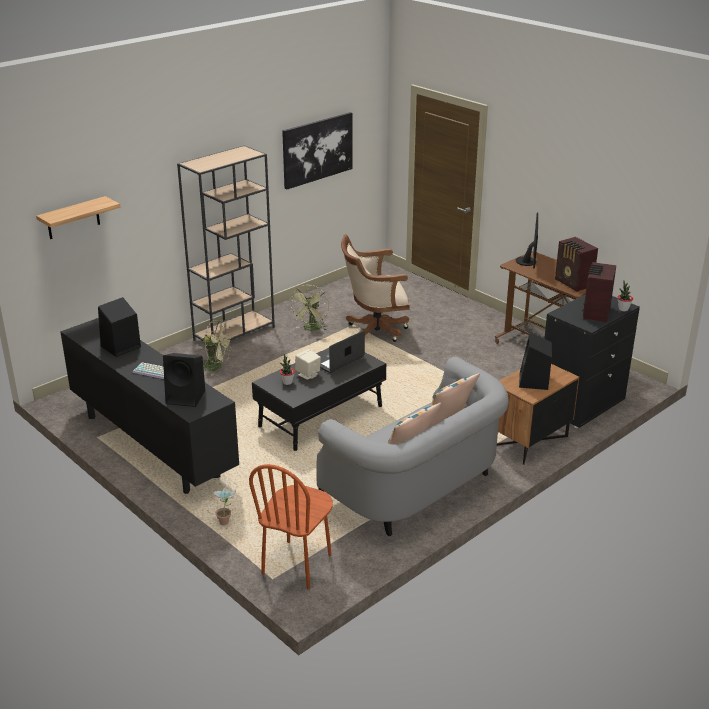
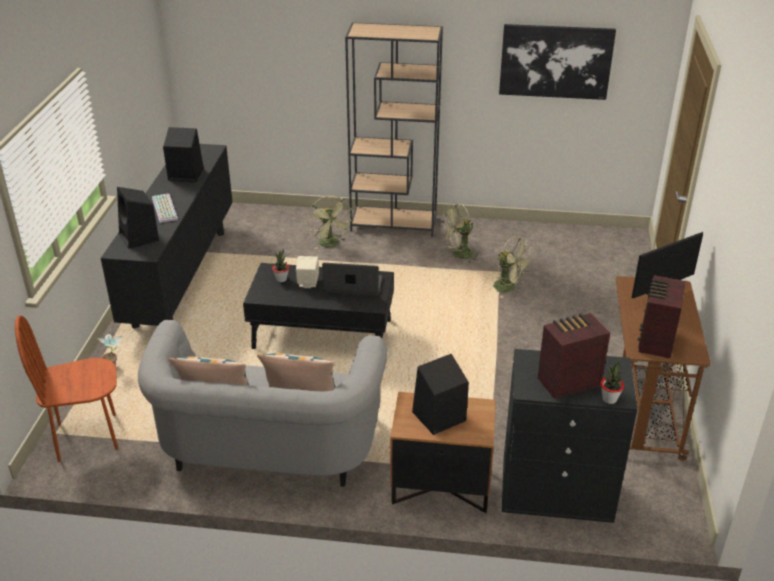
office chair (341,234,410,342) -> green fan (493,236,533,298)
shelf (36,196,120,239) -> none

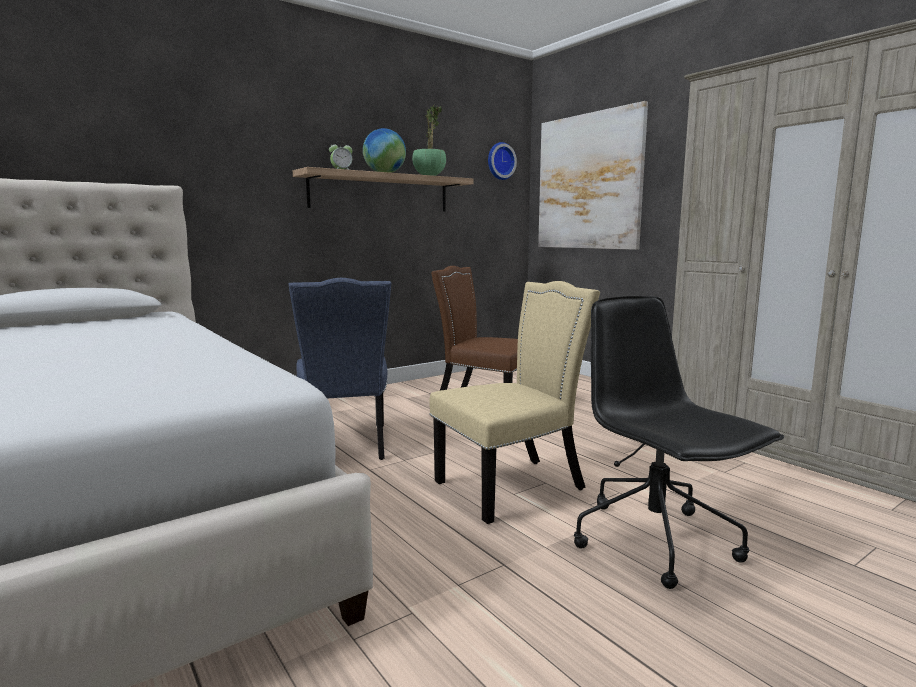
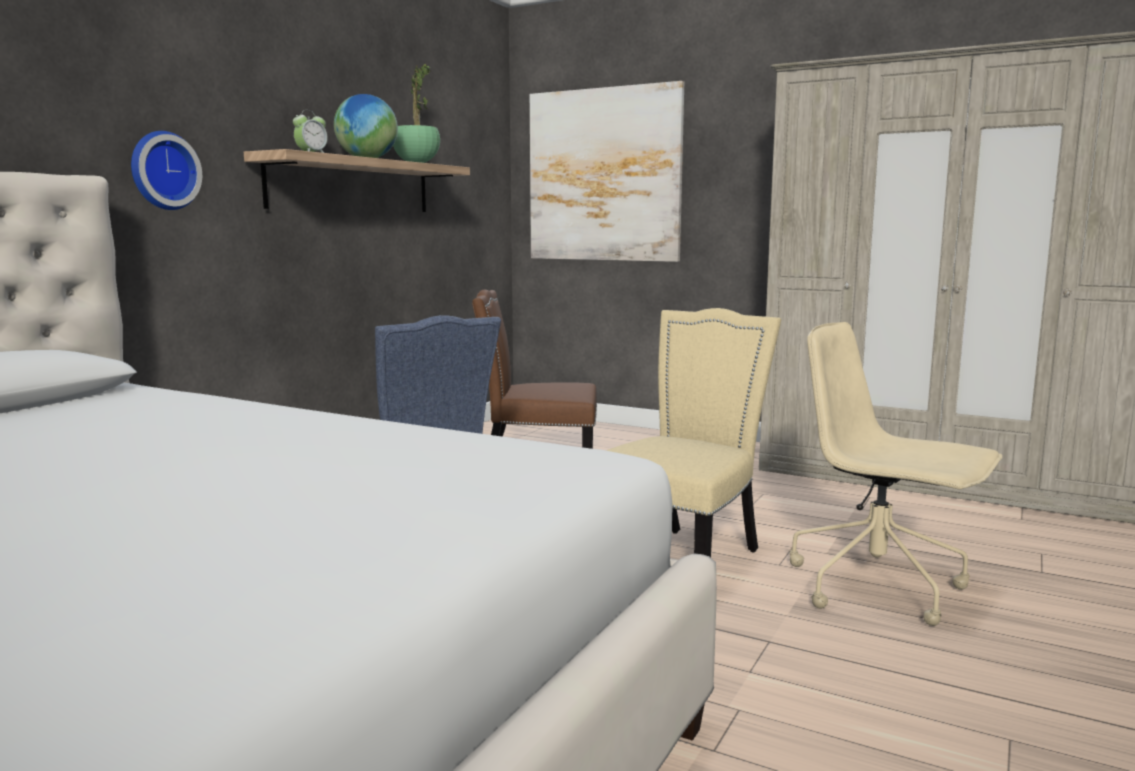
wall clock (488,142,517,180) -> wall clock (131,131,202,210), moved
black office chair (574,296,784,589) -> beige office chair (789,322,1002,626)

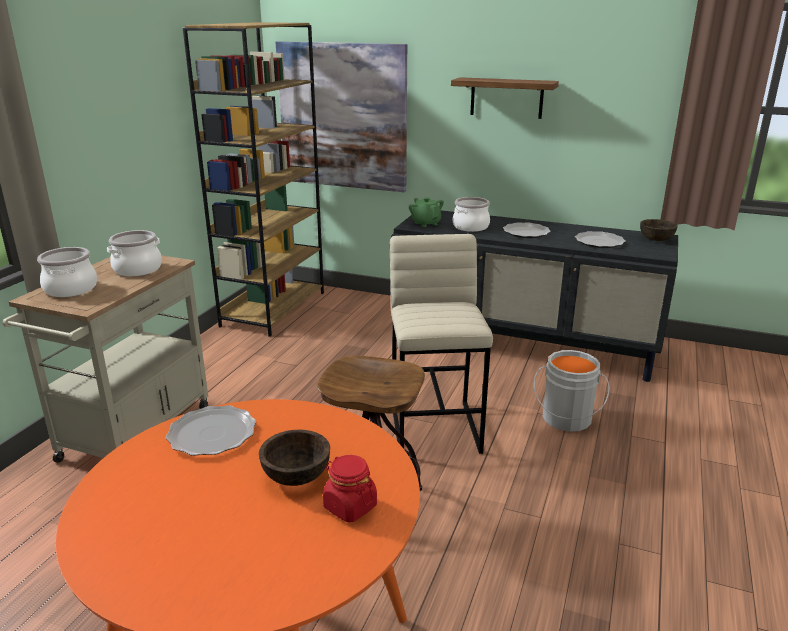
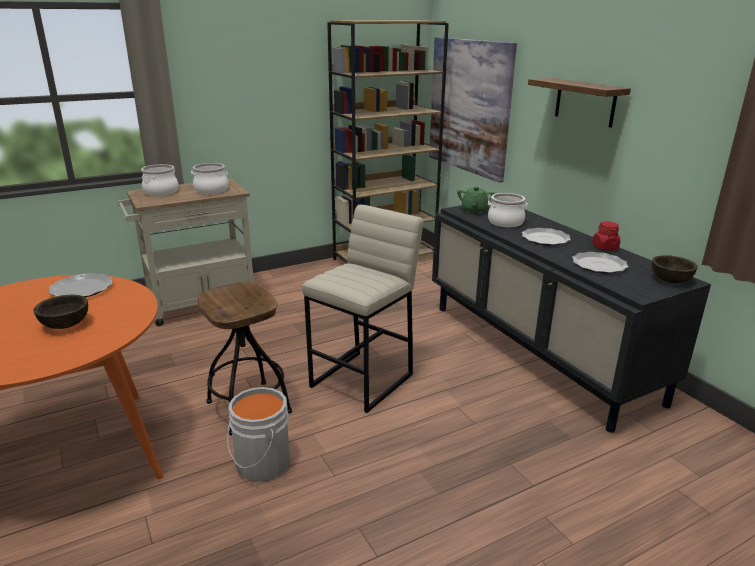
grey bucket (534,350,609,432) -> grey bucket (227,387,290,481), moved
red jar (323,455,377,522) -> red jar (592,221,620,250), moved

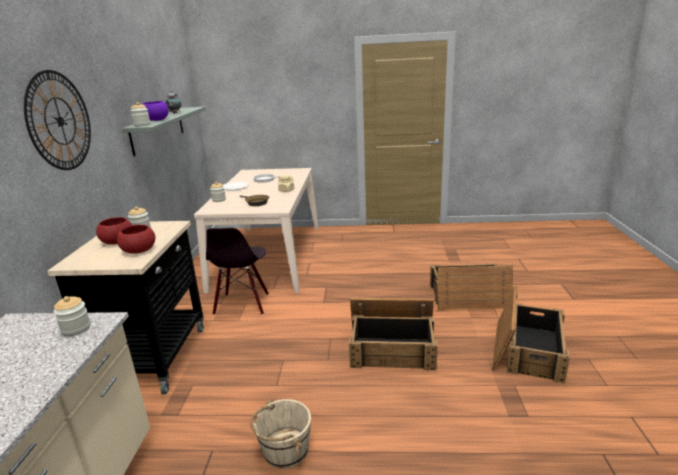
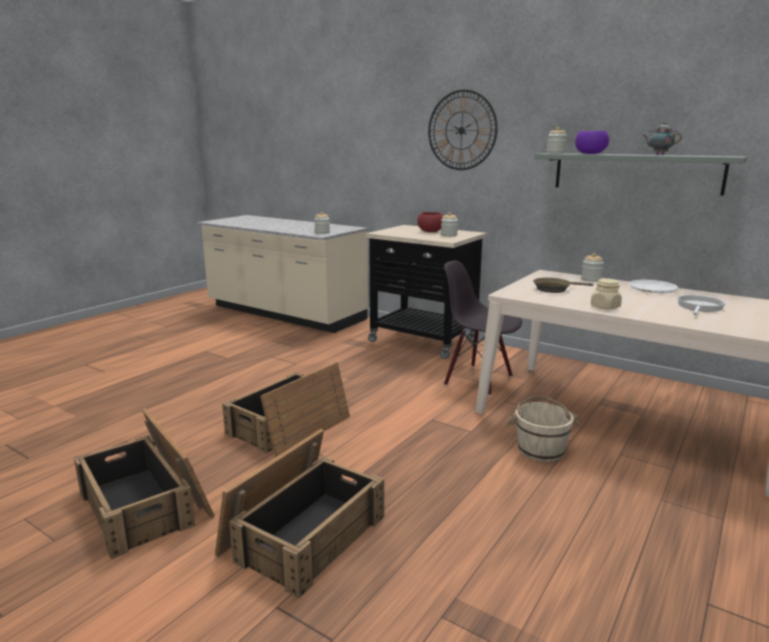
beige bucket (250,399,311,469) -> beige bucket (507,395,581,462), moved
red bowl (117,224,155,254) -> none

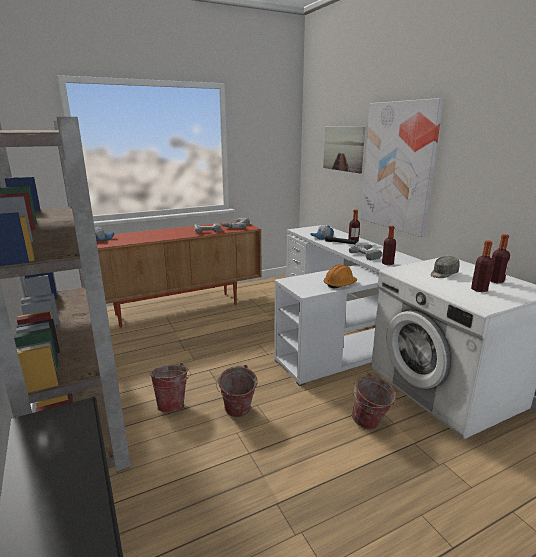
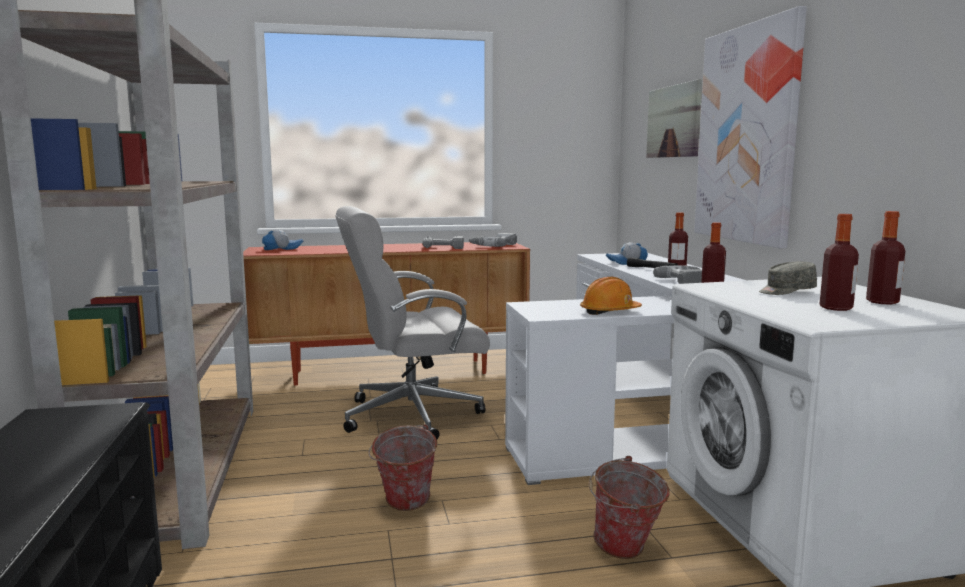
none -> grey office chair (335,206,490,439)
bucket (150,363,191,413) -> none

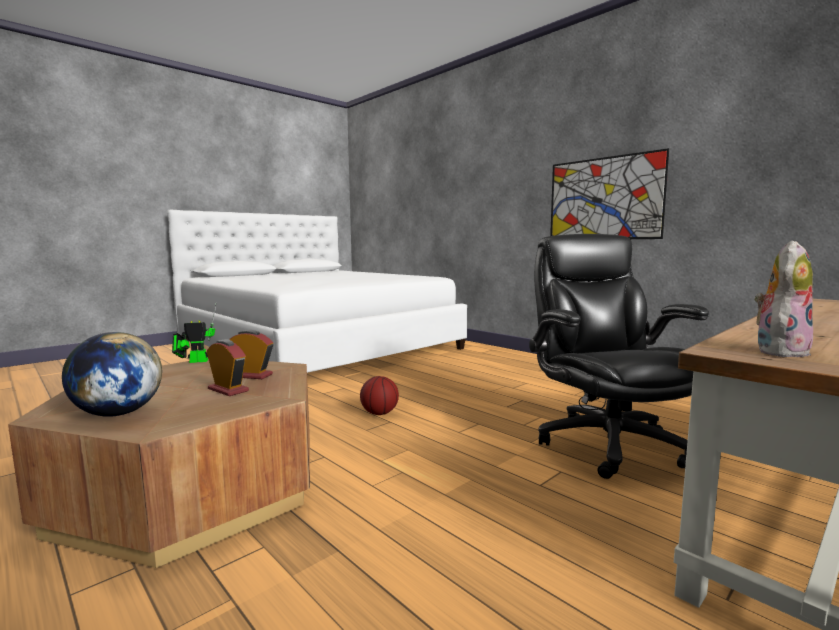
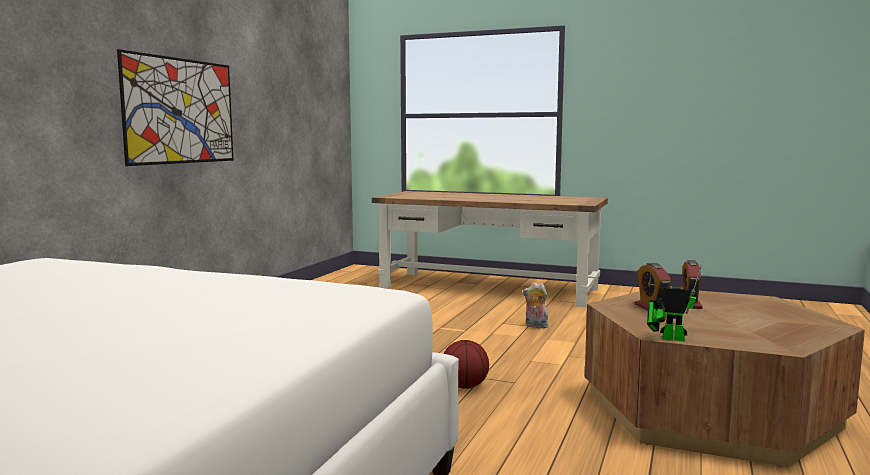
plush toy (754,240,813,357) -> plush toy (523,283,550,328), moved
toy robot (172,302,217,363) -> toy robot (647,263,702,342), 150 degrees clockwise
globe (62,332,162,417) -> none
black office chair (529,234,709,479) -> none

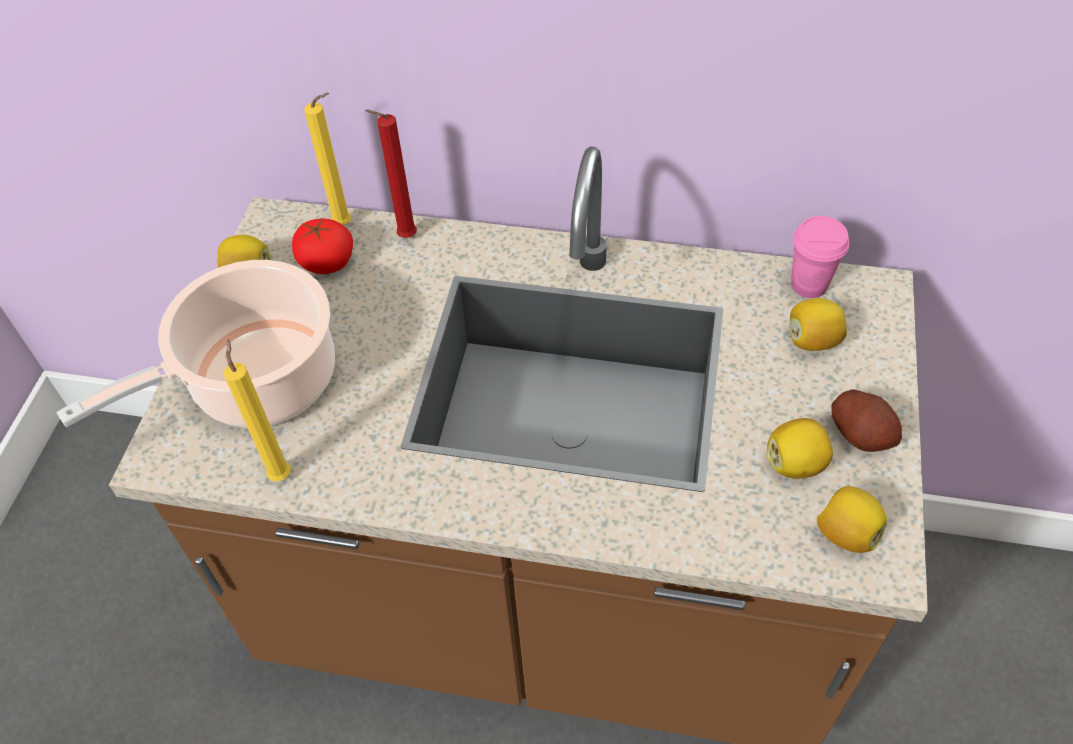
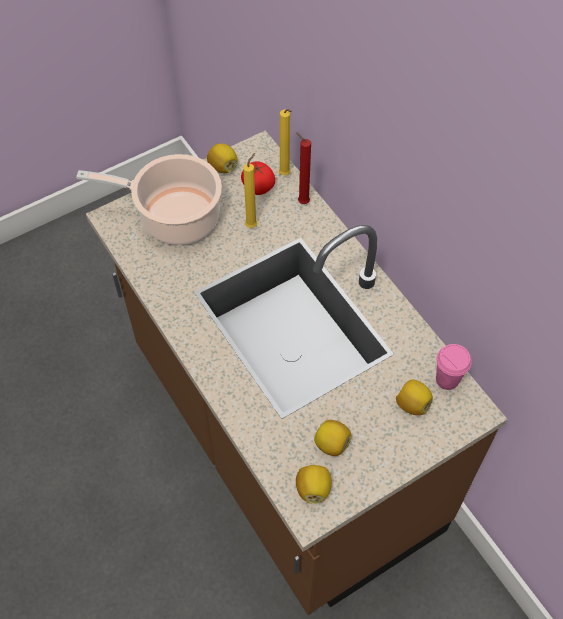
yellow candle (224,339,291,482) -> yellow candle (243,153,257,228), moved
potato (832,389,902,452) -> none

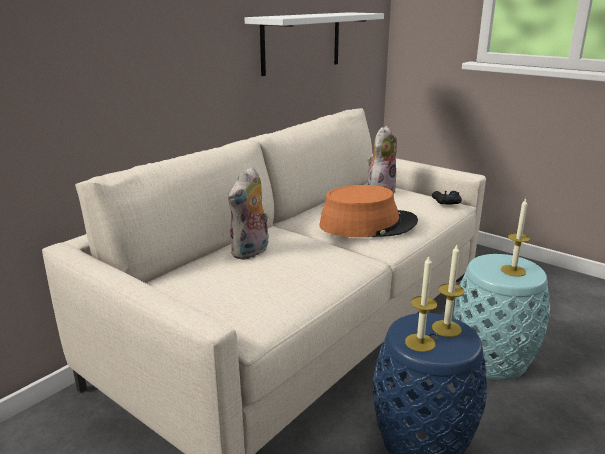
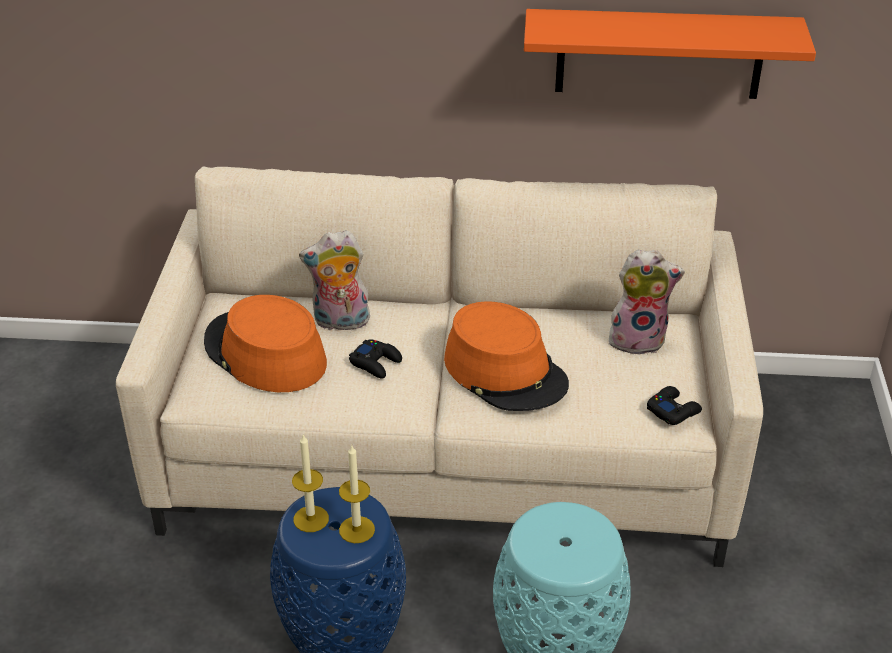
none -> orange hat (204,295,327,392)
none -> black game controller (349,339,402,379)
white shelf (245,12,384,76) -> orange shelf (524,9,816,99)
candle (501,198,530,277) -> none

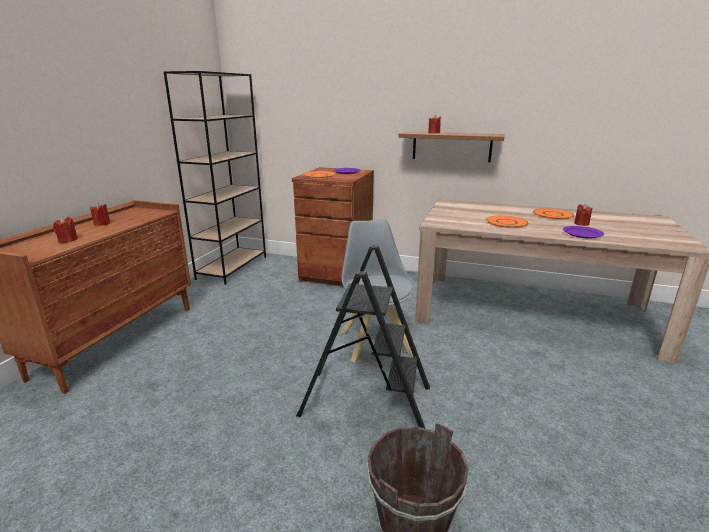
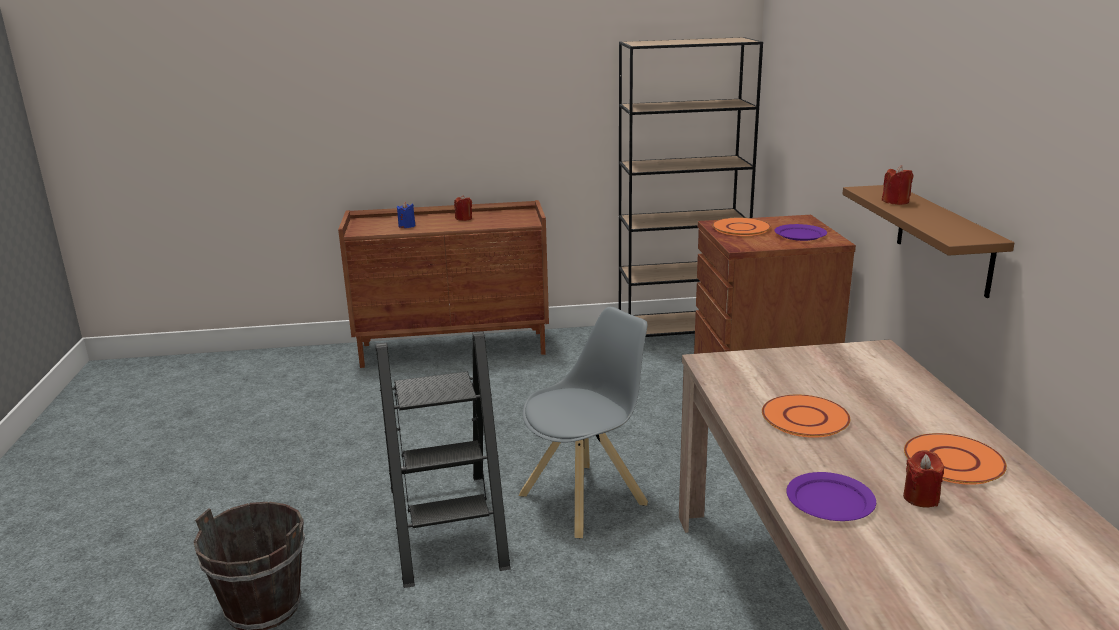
red candle (53,217,78,243) -> blue candle (397,202,415,228)

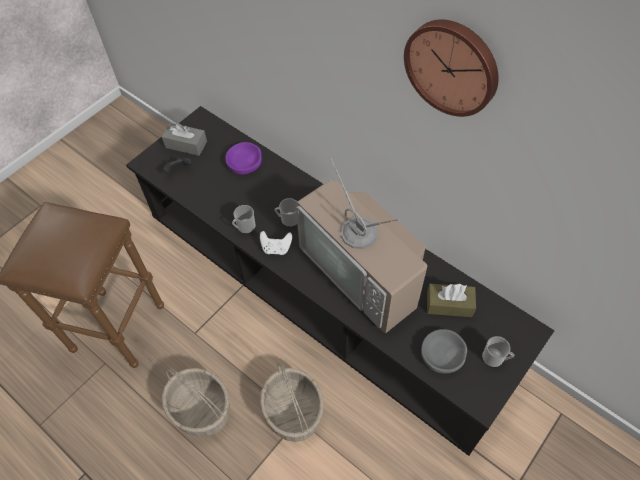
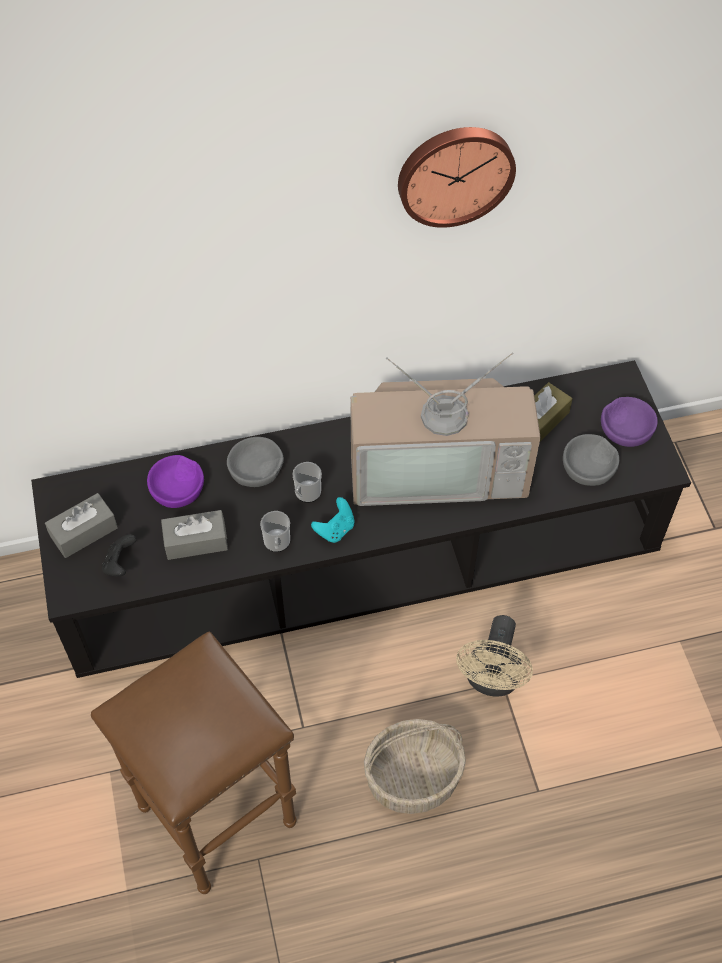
none -> grey tissue box (161,510,228,560)
none -> grey bowl (227,437,284,487)
white game controller (260,231,292,255) -> turquoise game controller (311,497,355,543)
basket (260,362,323,442) -> beige fan (456,615,533,696)
mug (482,336,514,367) -> purple bowl (601,397,658,447)

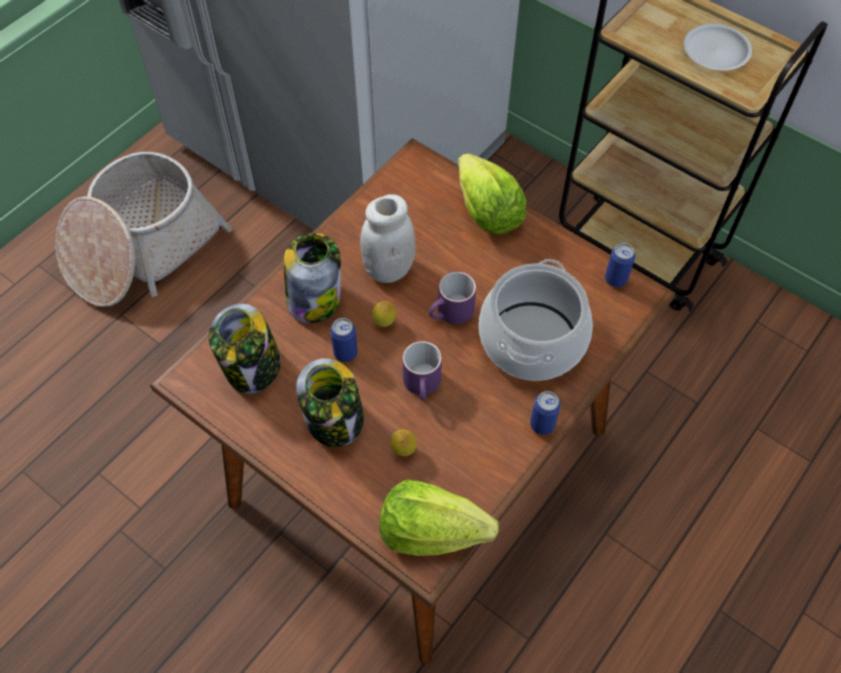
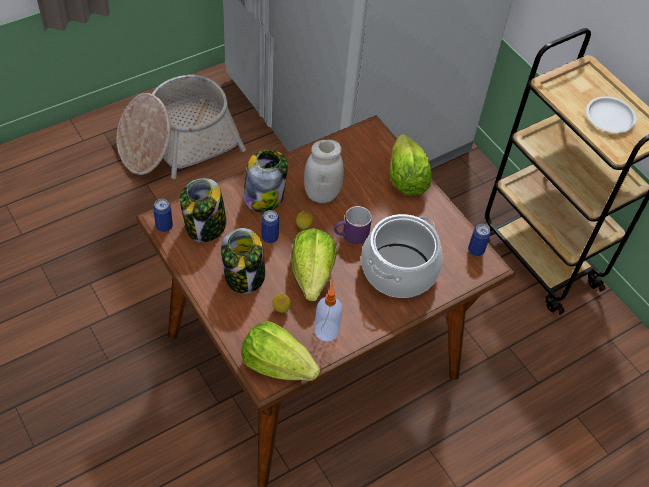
can (530,391,561,435) -> can (153,199,173,232), moved
purple mug (402,341,442,401) -> lettuce (291,228,337,301)
none -> soap dispenser (314,280,343,341)

